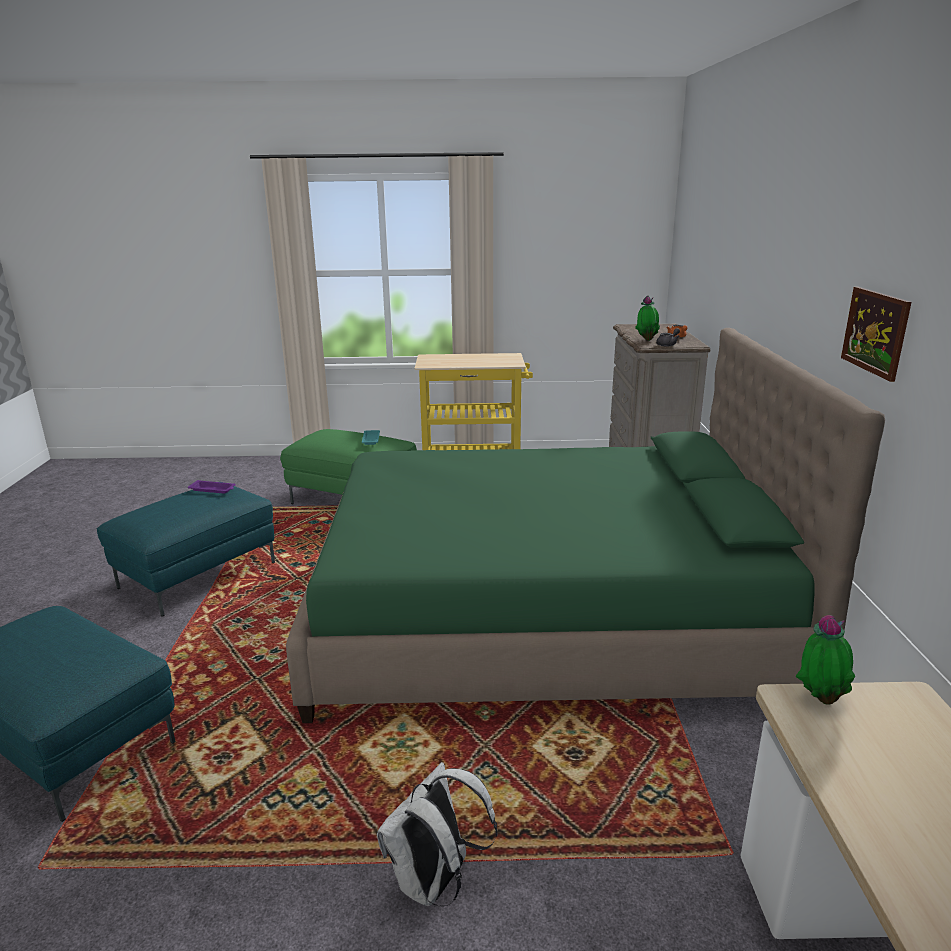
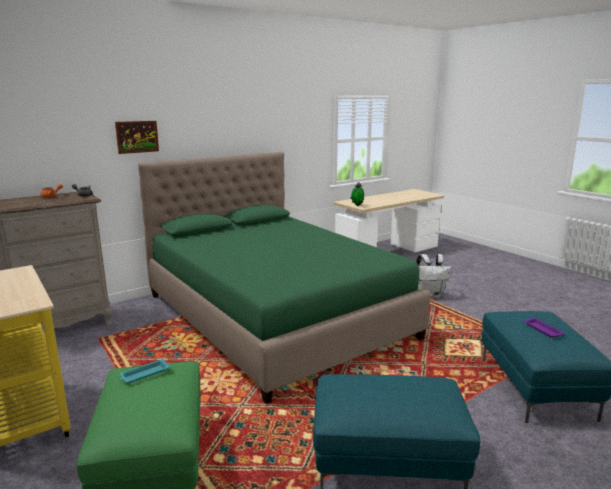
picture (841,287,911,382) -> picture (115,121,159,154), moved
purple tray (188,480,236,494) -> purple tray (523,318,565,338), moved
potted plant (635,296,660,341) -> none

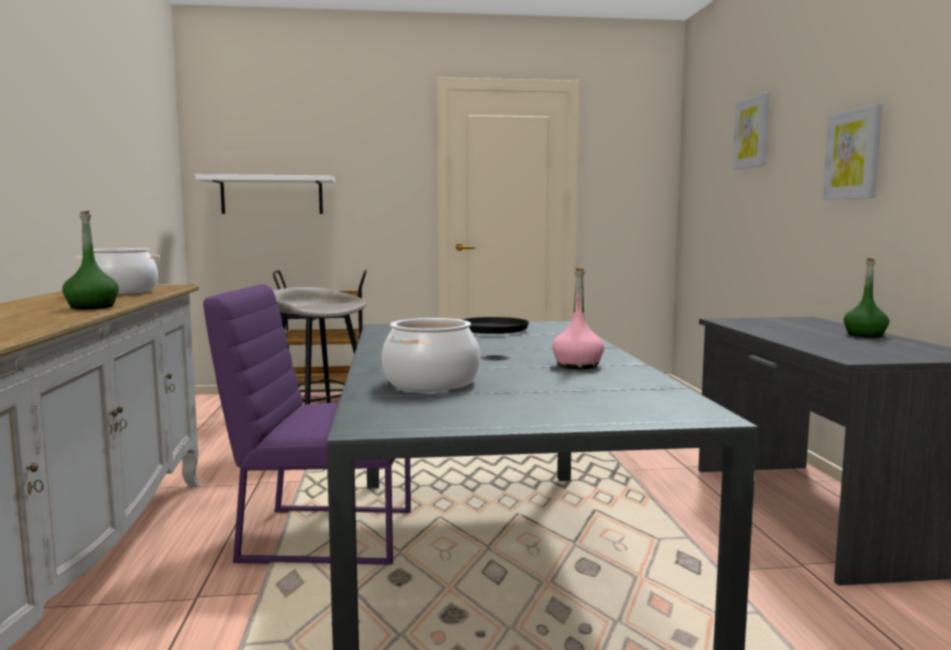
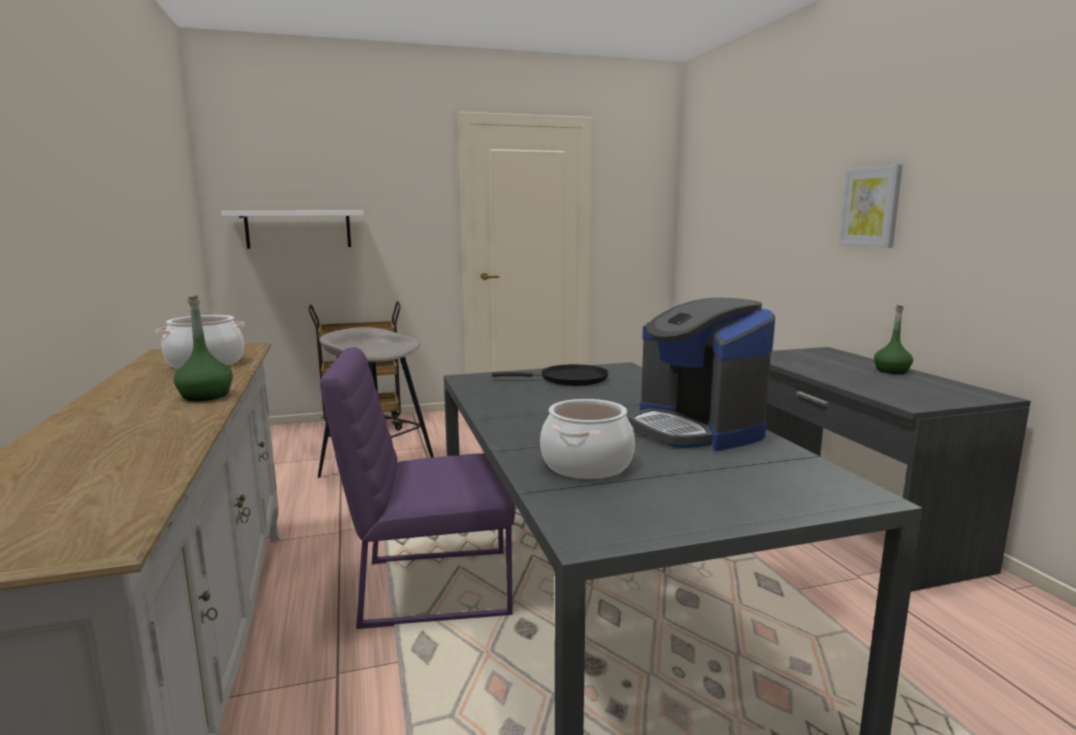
pink bottle (552,267,604,369) -> coffee machine (628,298,775,451)
picture (733,92,770,170) -> none

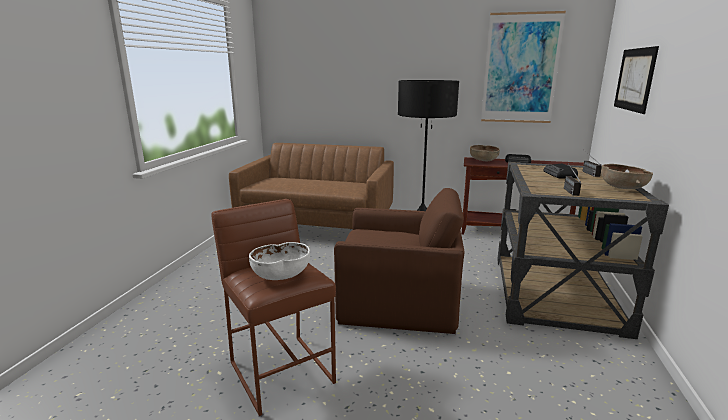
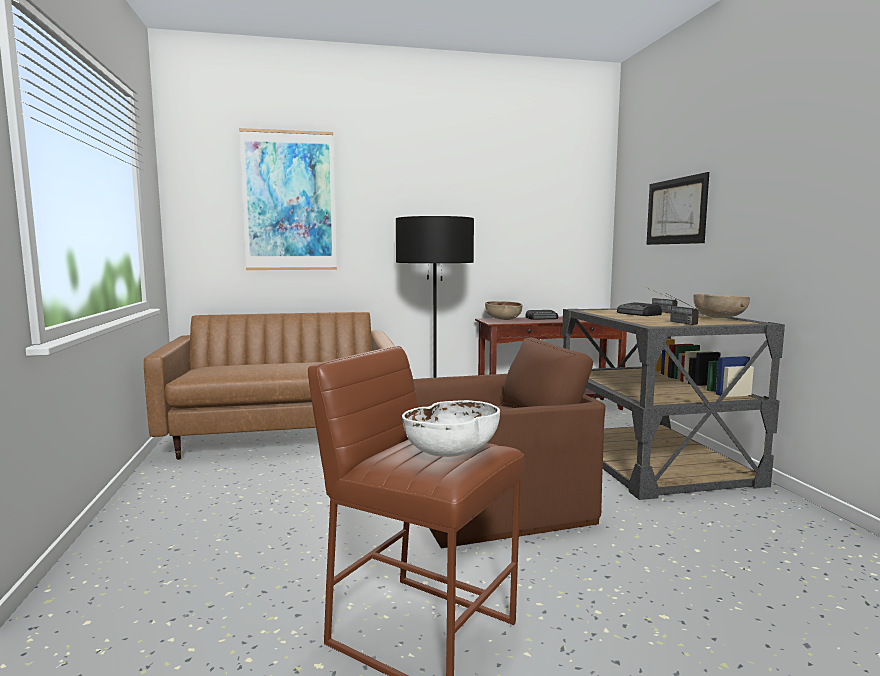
picture (481,11,566,123) -> picture (239,128,337,270), moved

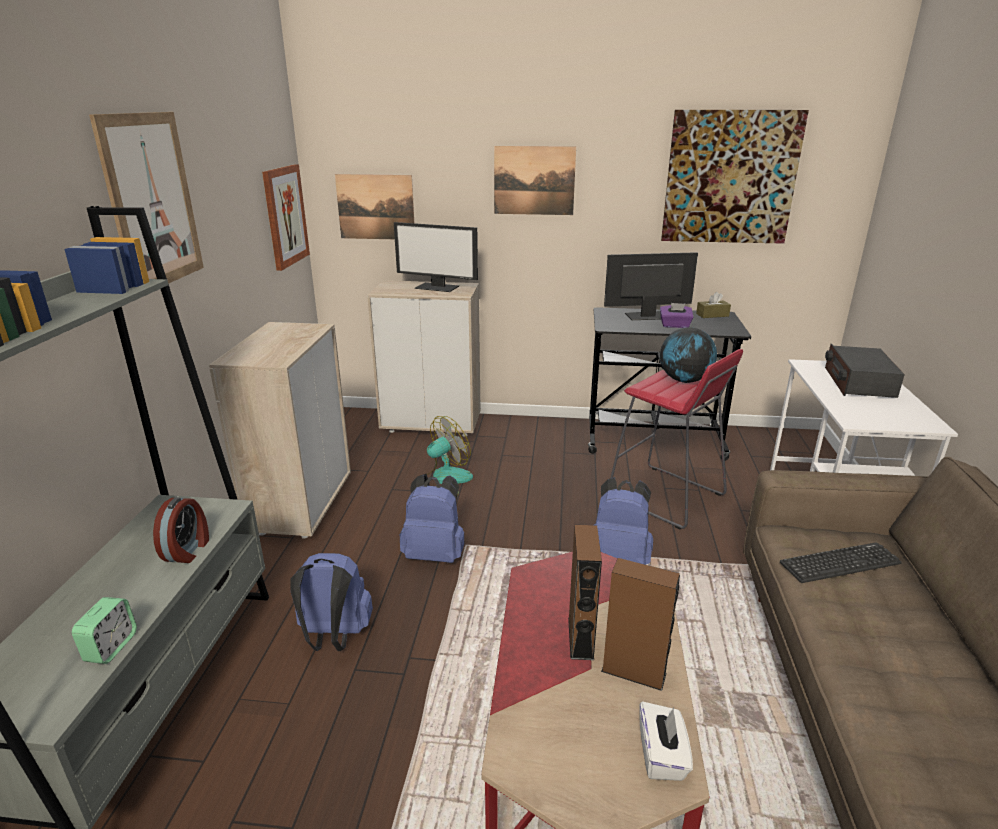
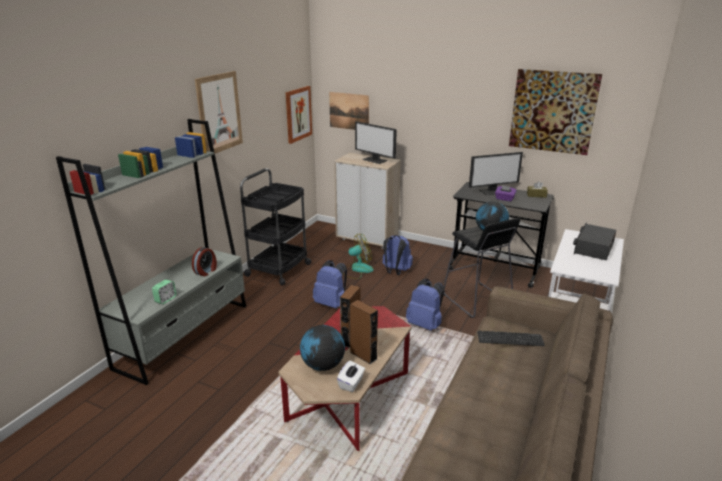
beige cabinet (209,322,351,539) -> black cart (240,168,311,286)
none -> globe (300,325,345,371)
blue backpack (290,553,373,651) -> blue backpack (383,235,413,275), moved
red stool (611,349,743,529) -> black stool (444,218,520,318)
monitor (604,252,698,320) -> monitor (469,152,523,195), 150 degrees clockwise
picture (494,146,576,215) -> none

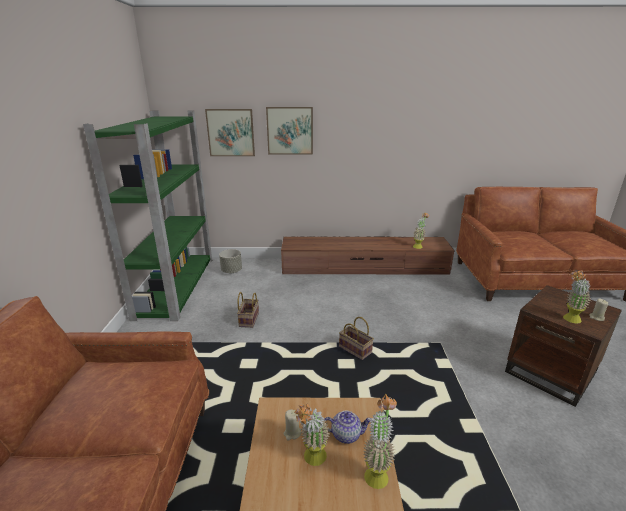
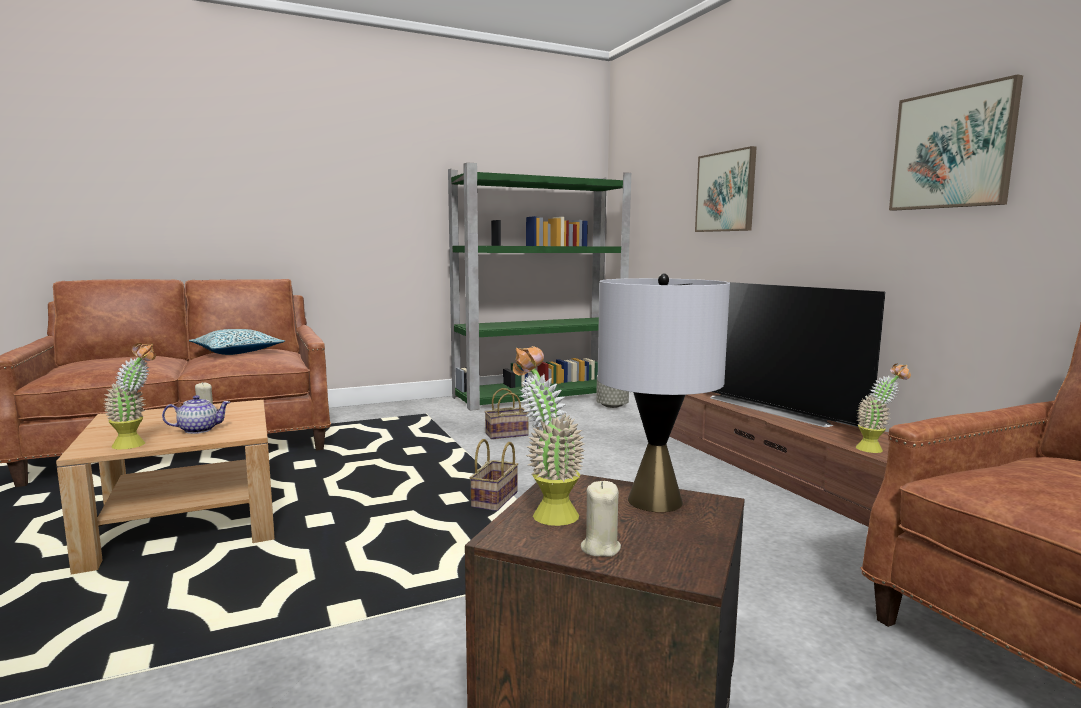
teapot (324,411,372,444) -> teapot (162,395,230,434), 90 degrees counterclockwise
none -> pillow (189,329,285,355)
none -> grey table lamp (598,273,730,512)
none -> television (710,282,885,427)
picture (205,109,255,156) -> picture (889,74,1023,211), moved
potted plant (294,403,330,466) -> none

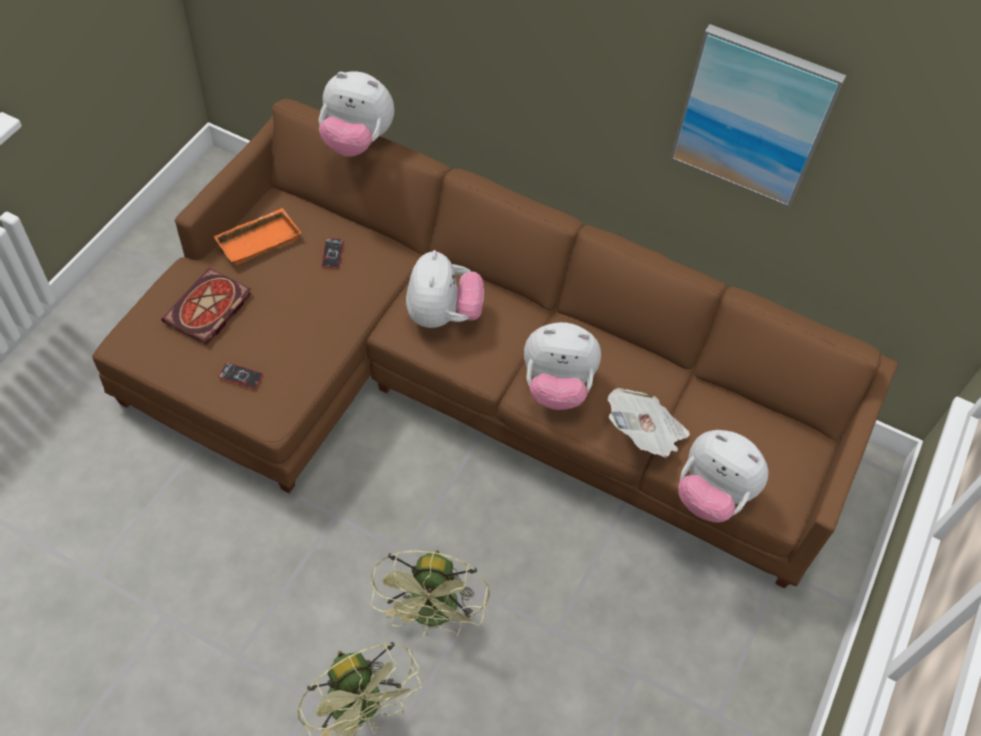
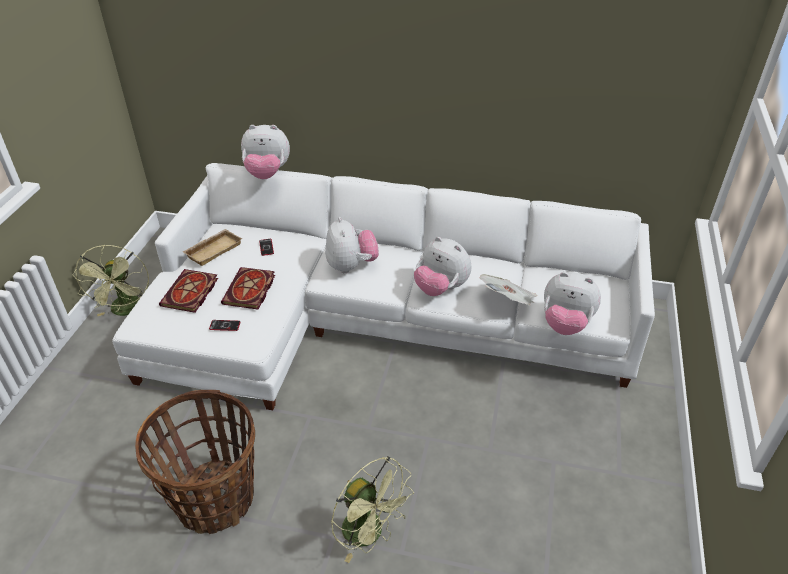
green fan (370,550,490,637) -> green fan (73,245,149,316), moved
brown sofa (92,99,898,588) -> white sofa (112,163,655,410)
none -> basket (135,390,255,534)
orange tray (213,208,301,265) -> beige tray (183,229,242,266)
none -> book (221,267,275,309)
plush toy (524,322,601,410) -> plush toy (414,237,471,296), 45 degrees clockwise
picture (670,24,846,208) -> none

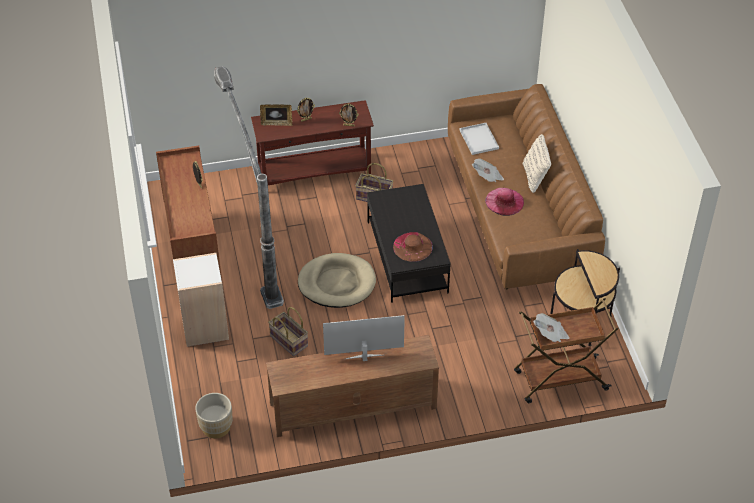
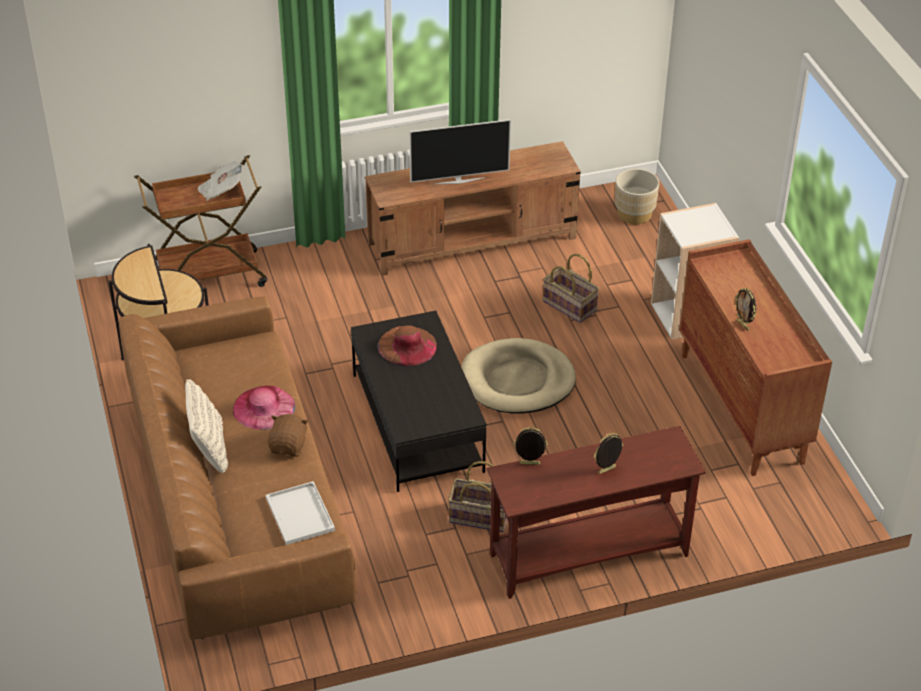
newspaper (472,158,504,182) -> brown plush toy (268,414,308,457)
floor lamp (214,66,284,309) -> none
picture frame (260,104,292,126) -> none

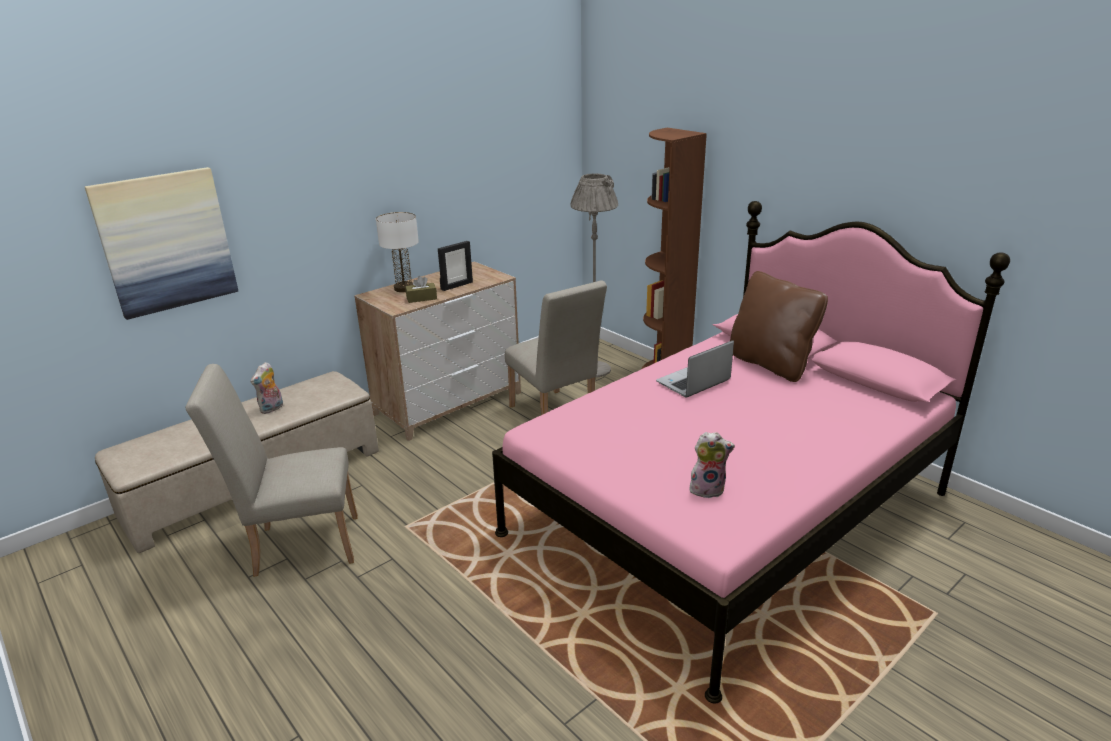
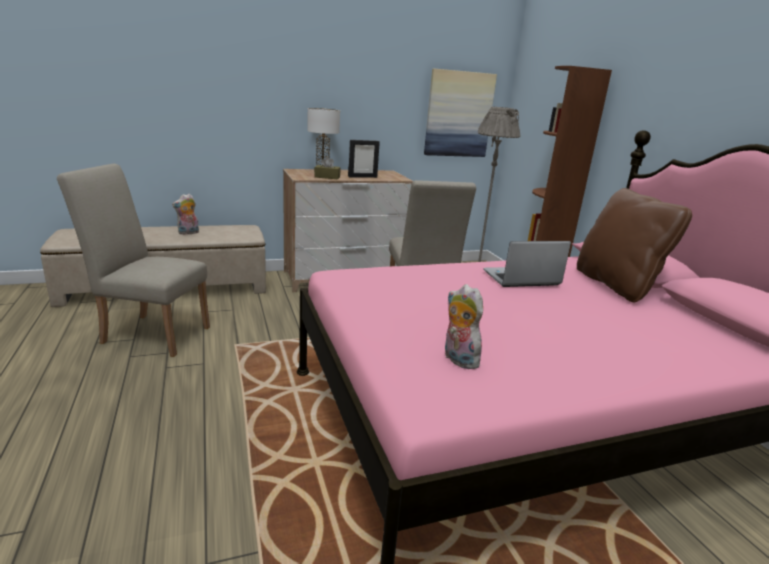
picture (85,167,238,320) -> picture (424,69,497,157), moved
plush toy (689,432,735,498) -> plush toy (445,284,483,369), 150 degrees counterclockwise

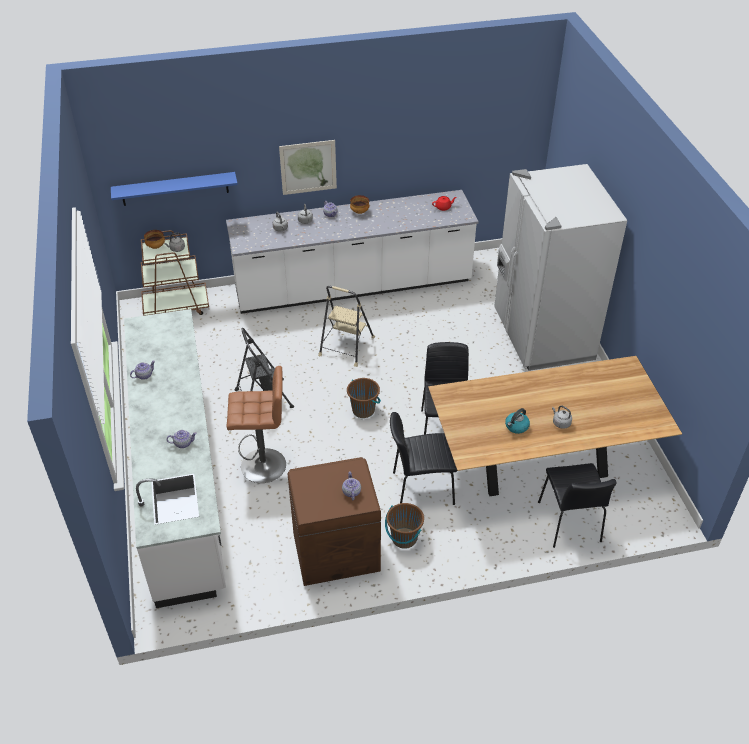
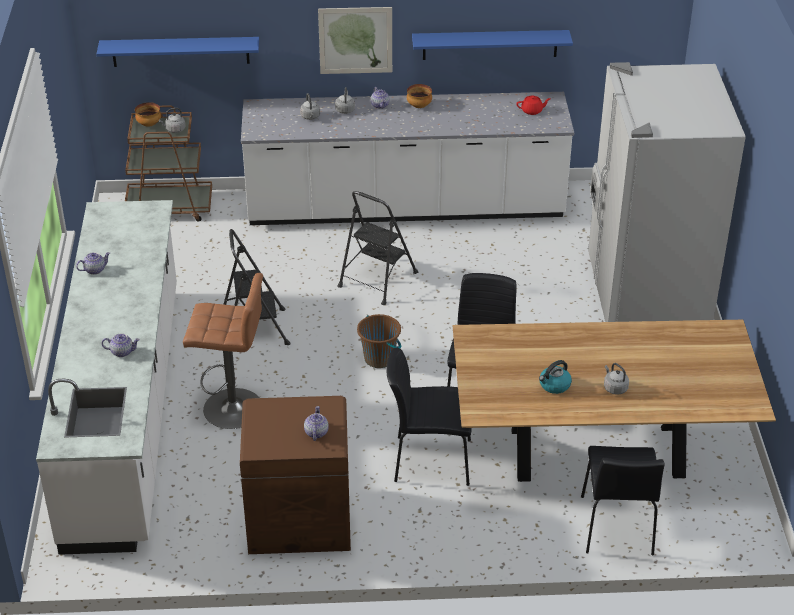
beige step ladder (318,286,375,367) -> black step ladder (337,191,418,305)
none -> blue shelf (412,30,573,60)
brown bucket (385,503,424,549) -> none

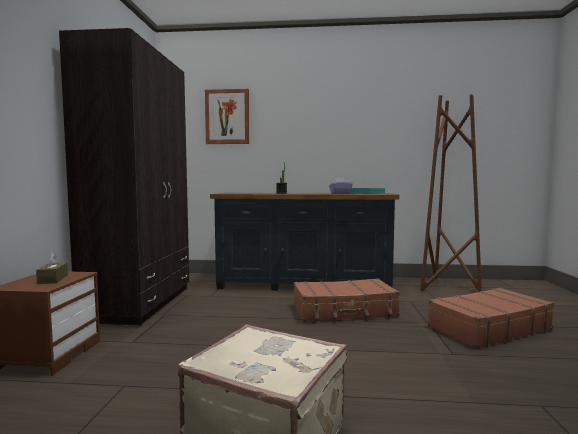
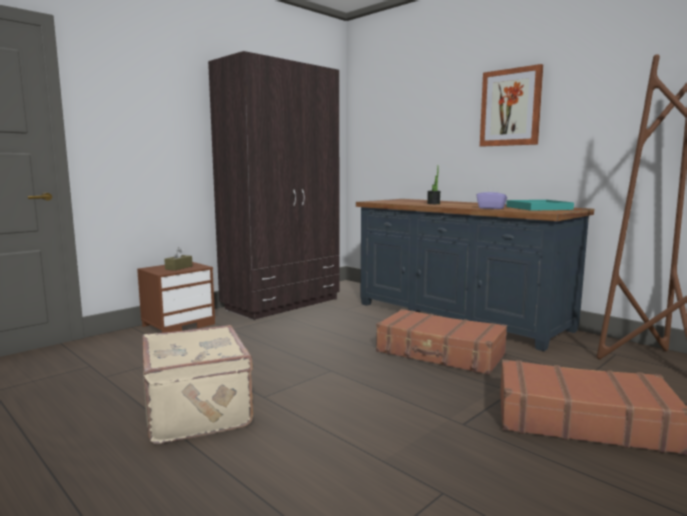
picture (205,89,249,144) -> picture (480,64,543,147), moved

